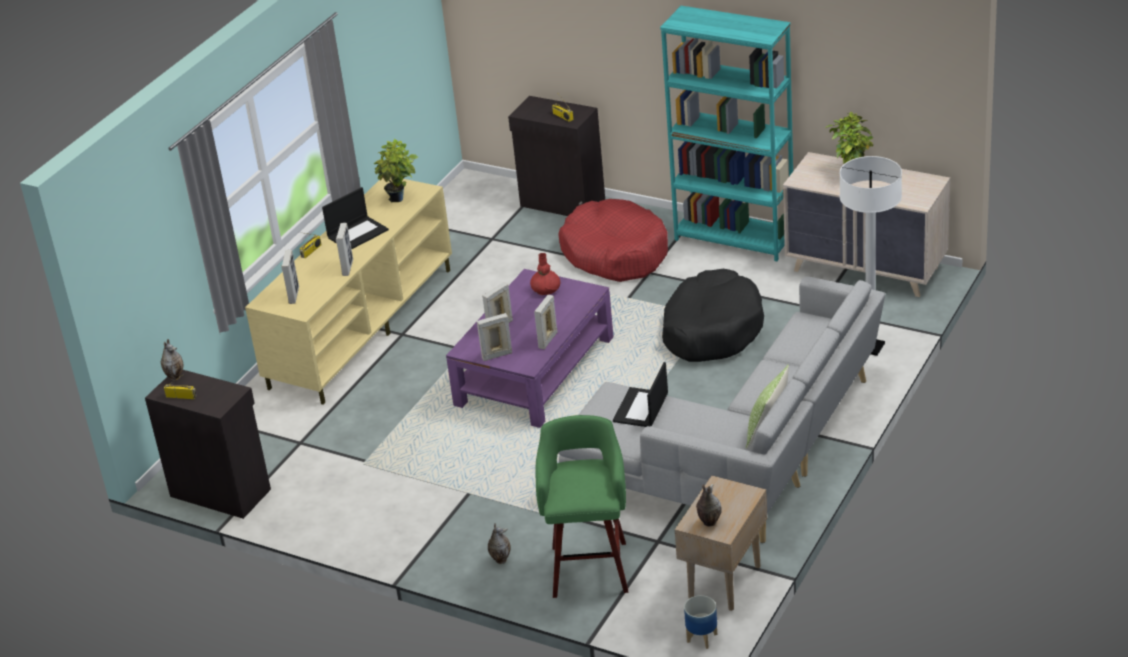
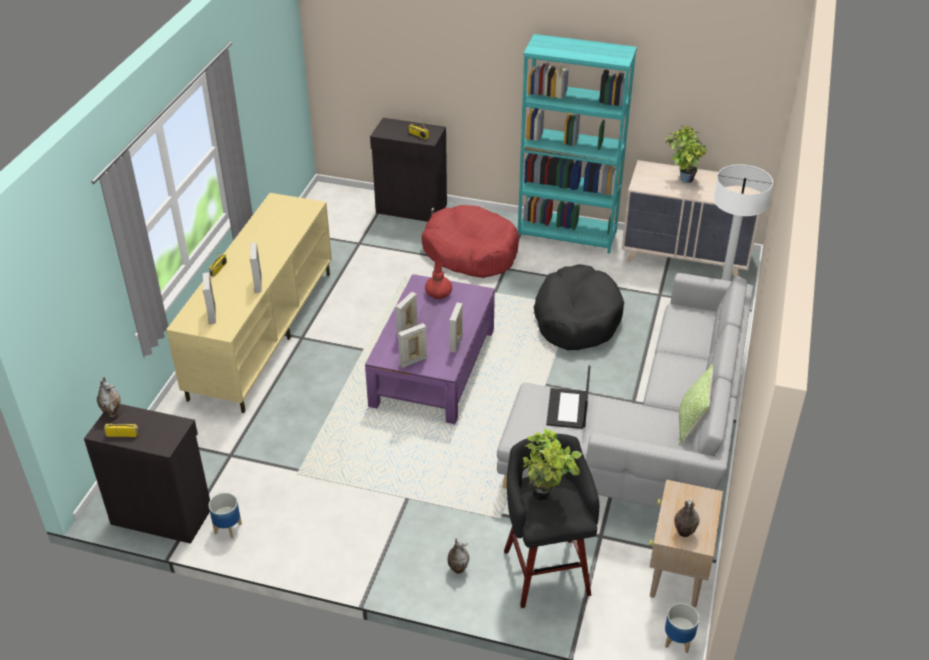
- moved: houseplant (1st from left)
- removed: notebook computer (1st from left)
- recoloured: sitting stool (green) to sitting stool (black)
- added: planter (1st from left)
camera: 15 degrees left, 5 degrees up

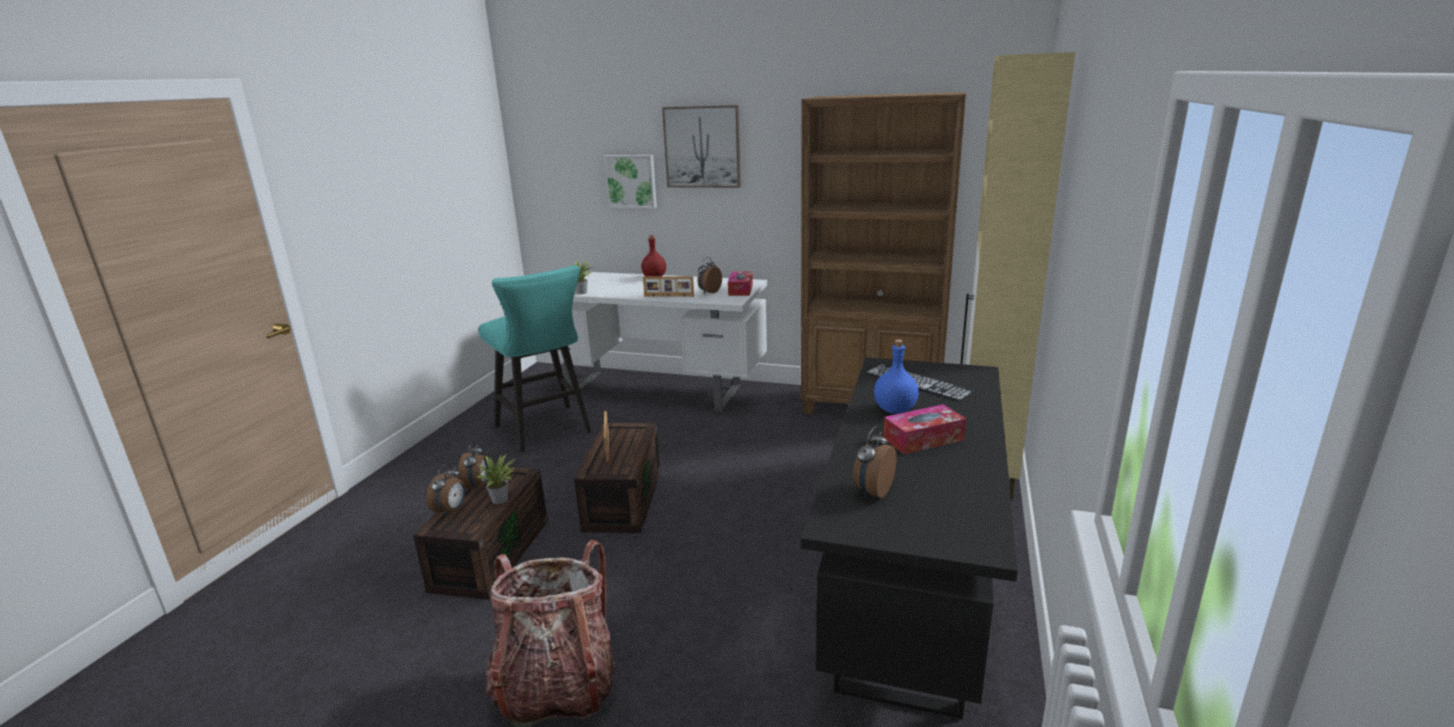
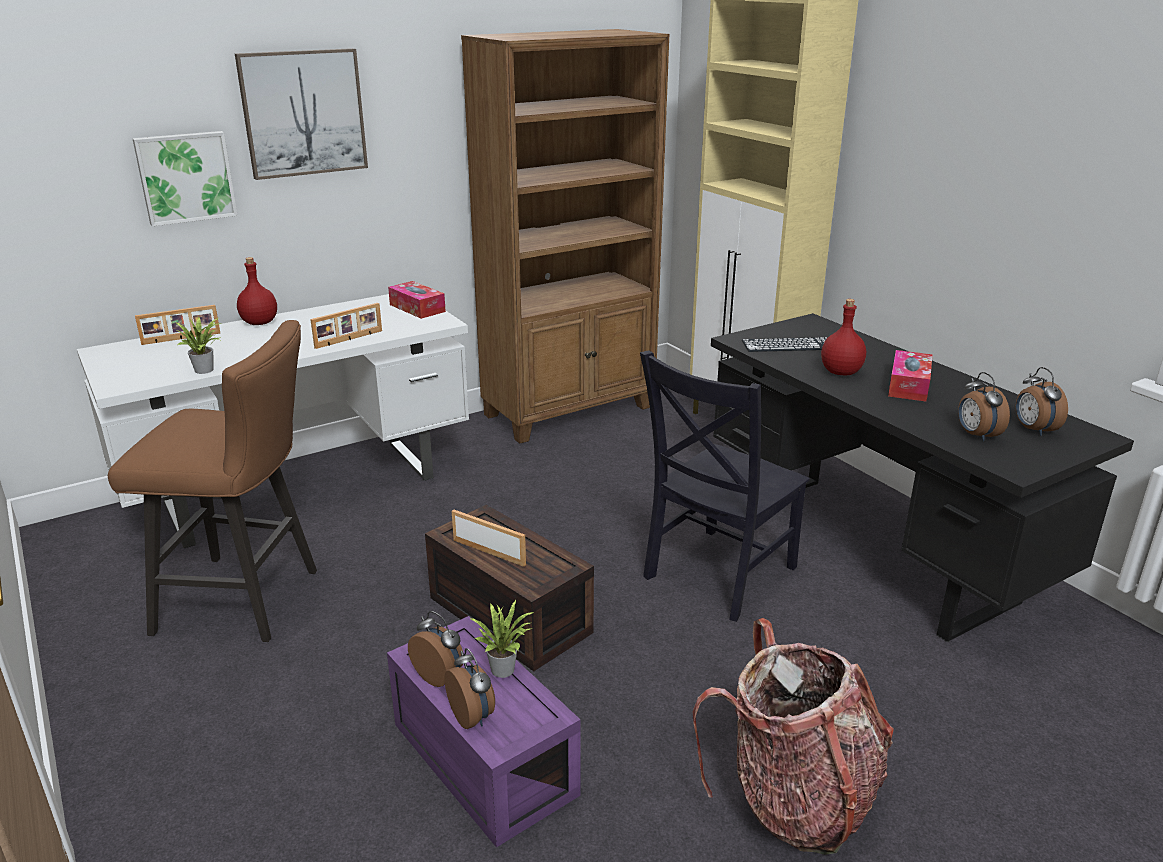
- moved: table clock (3rd from left in the first image) to table clock (4th from left)
- recoloured: sitting stool (blue-green) to sitting stool (brown-coloured)
- recoloured: bottle (blue) to bottle (reddish) (2nd from left)
- recoloured: storage bin (brown-coloured) (1st from left) to storage bin (purple-coloured)
- added: photo frame (1st from left)
- added: chair (black)
camera: 50 degrees left, 5 degrees up

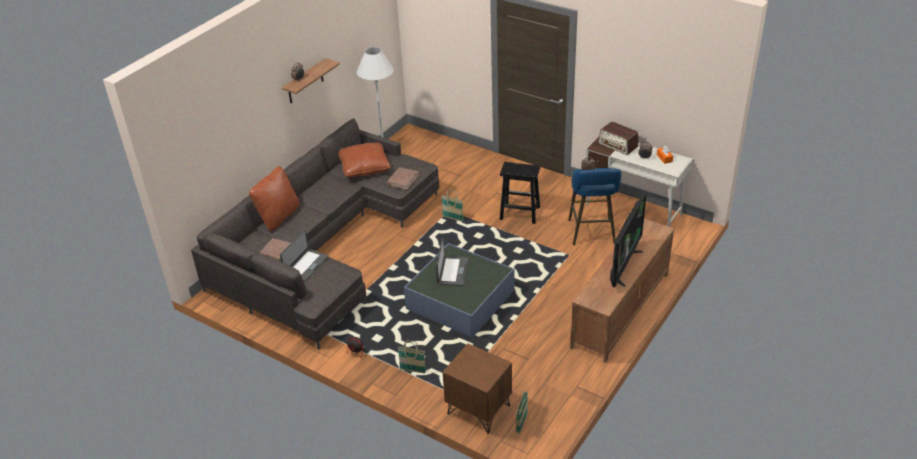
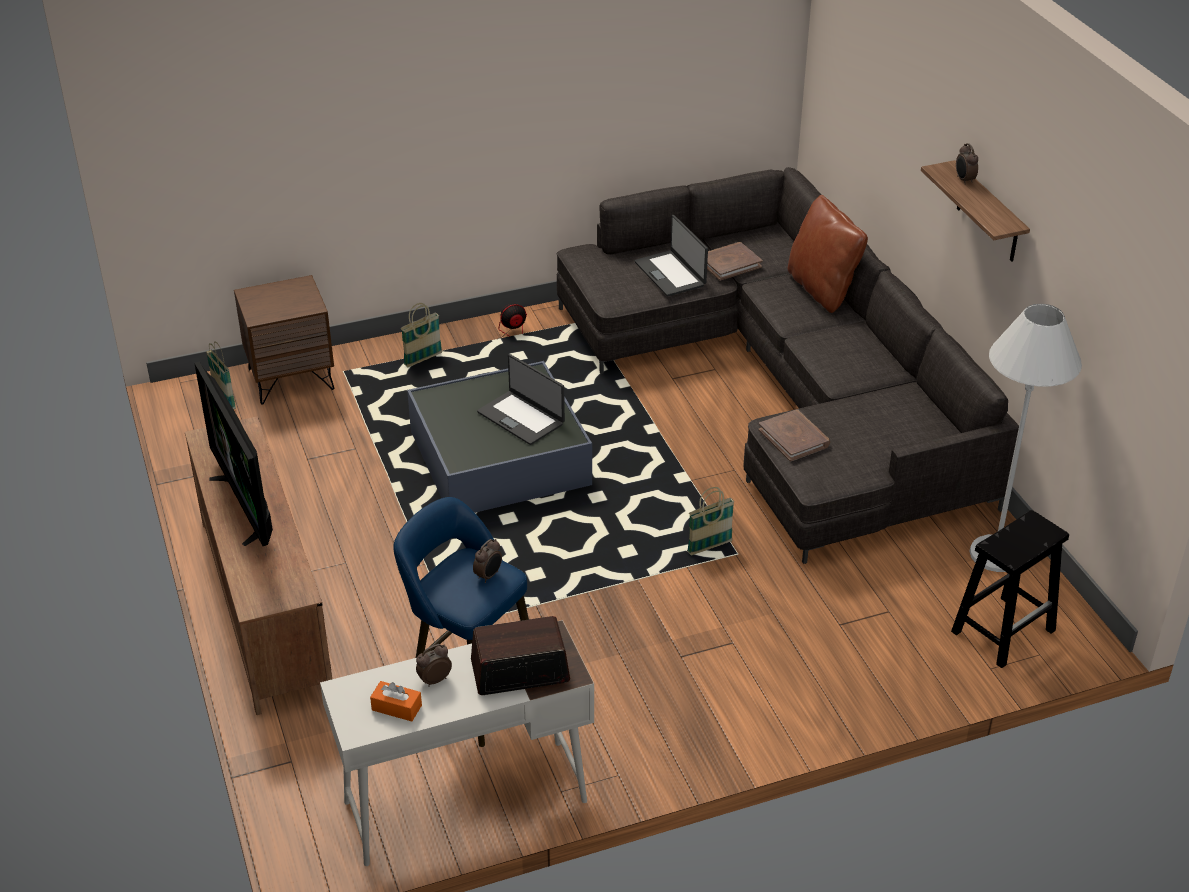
- removed: throw pillow (brown-coloured) (2nd from left)
- moved: sitting stool (black)
camera: 125 degrees right, 0 degrees up

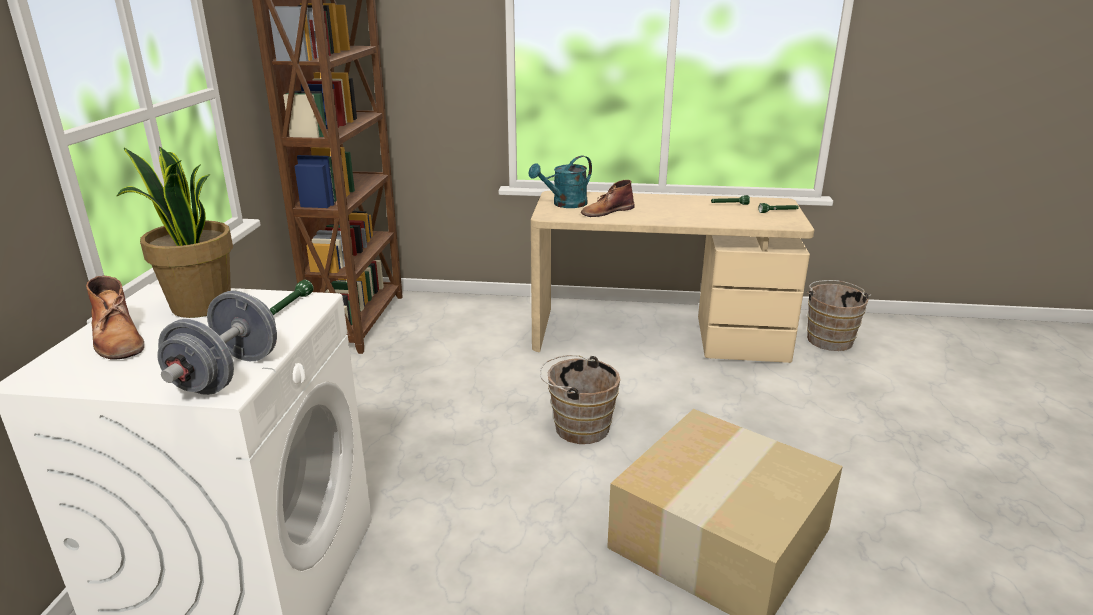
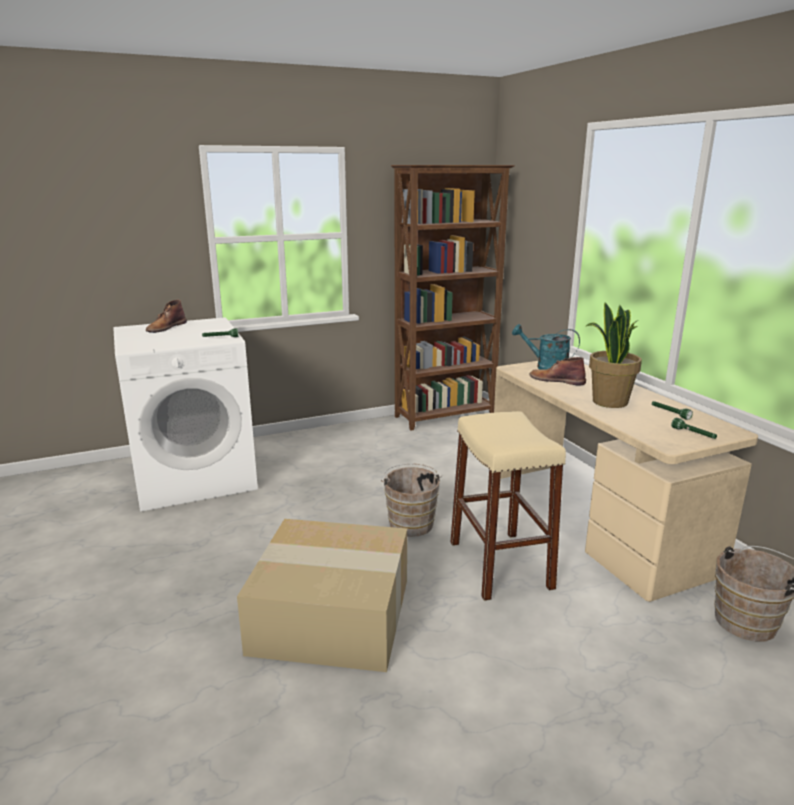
- moved: houseplant
- removed: dumbbell (gray)
- added: sitting stool (beige)
camera: 60 degrees right, 5 degrees down

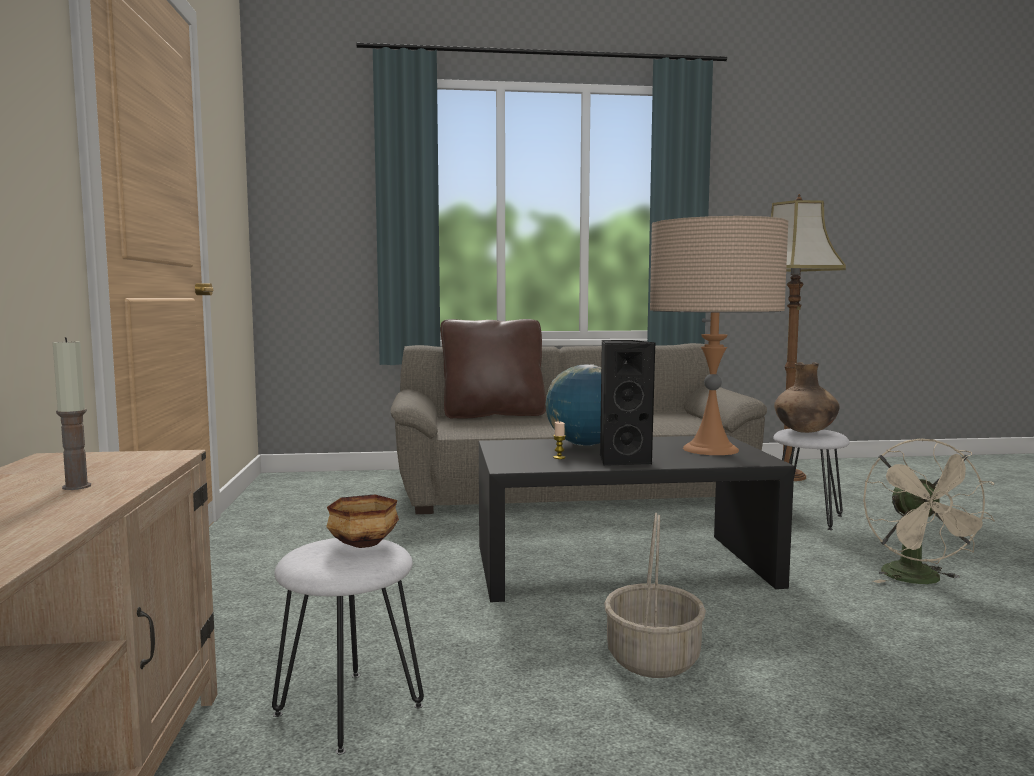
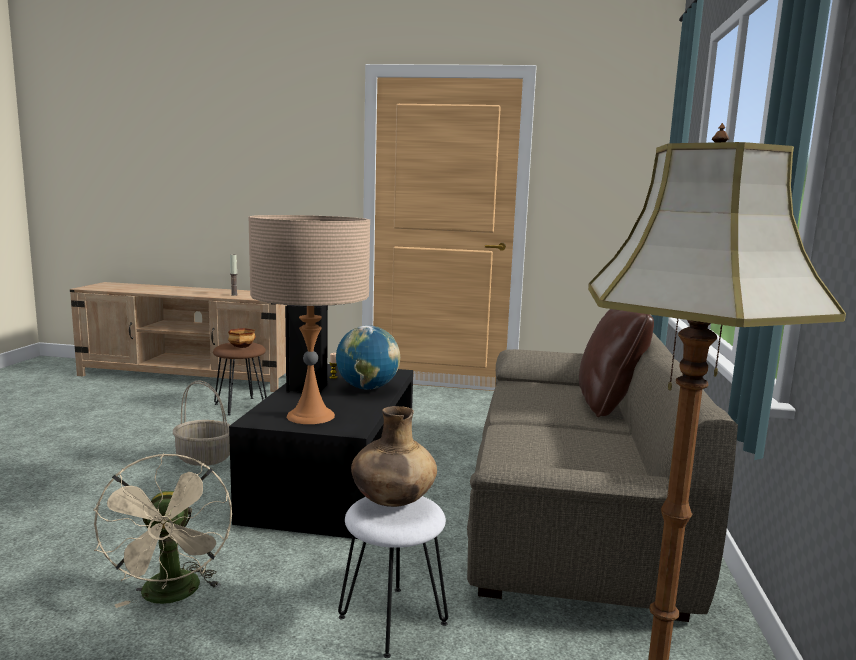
- turned: electric fan (beige) 120 degrees counterclockwise
- recoloured: sitting stool (white-coloured) (1st from left) to sitting stool (brown-coloured)
camera: 105 degrees right, 5 degrees up

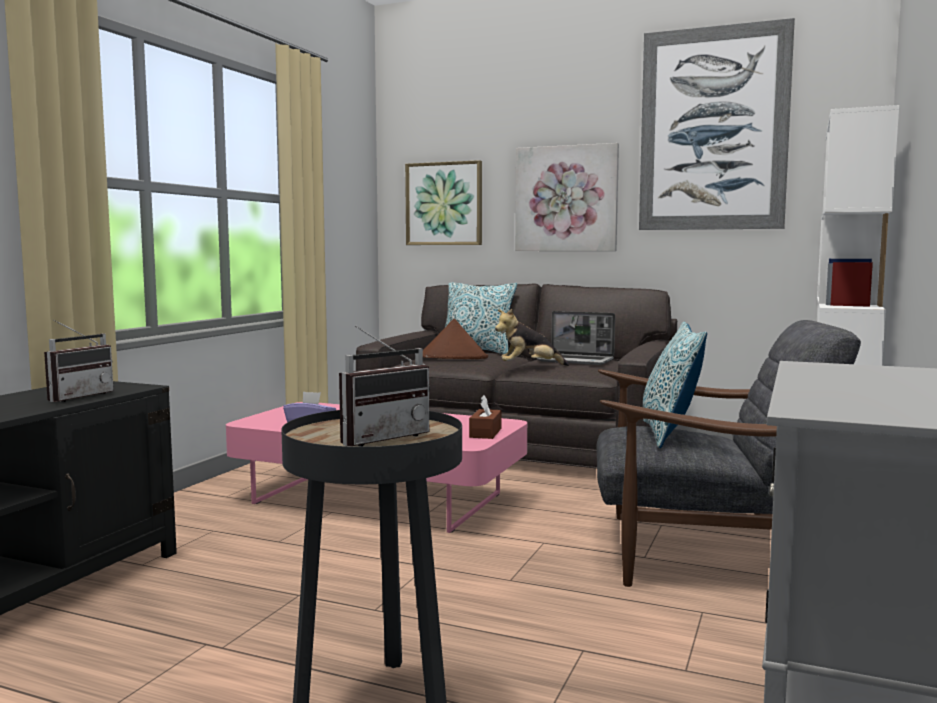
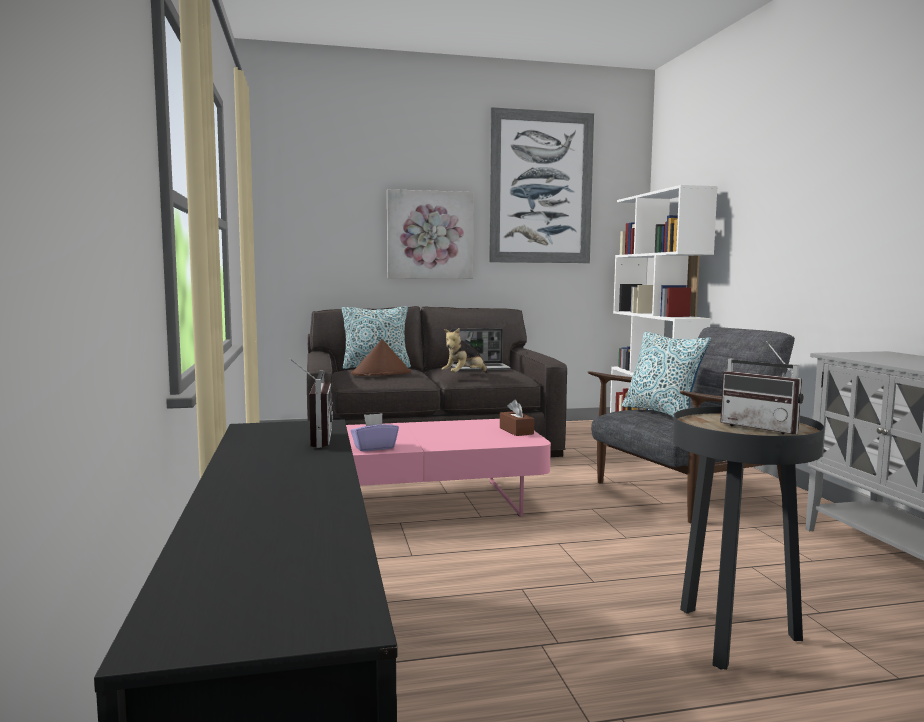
- removed: picture (1st from left)
- turned: radio receiver (2nd from left) 120 degrees clockwise
camera: 35 degrees left, 0 degrees up

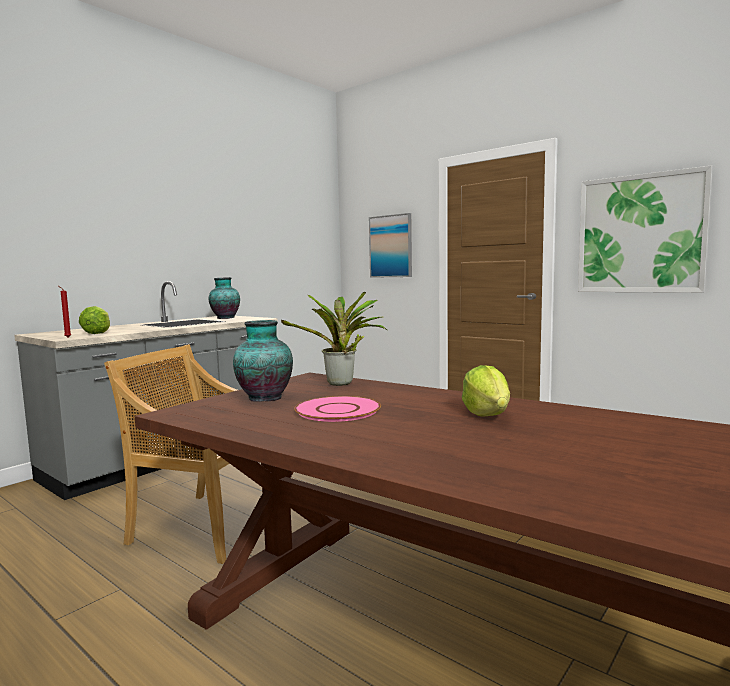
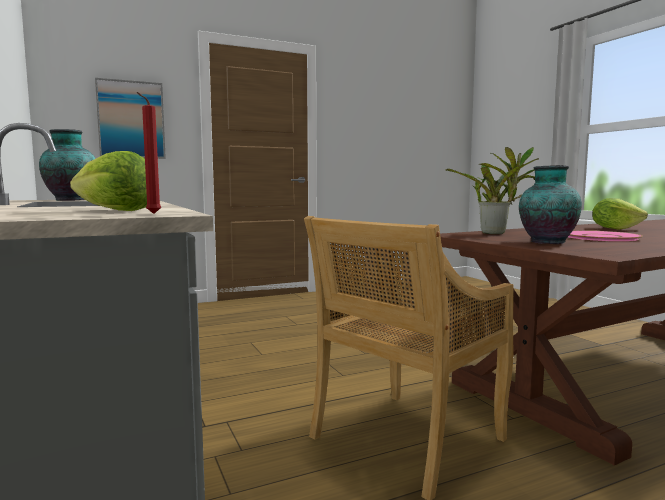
- removed: picture (2nd from left)
camera: 65 degrees left, 0 degrees up

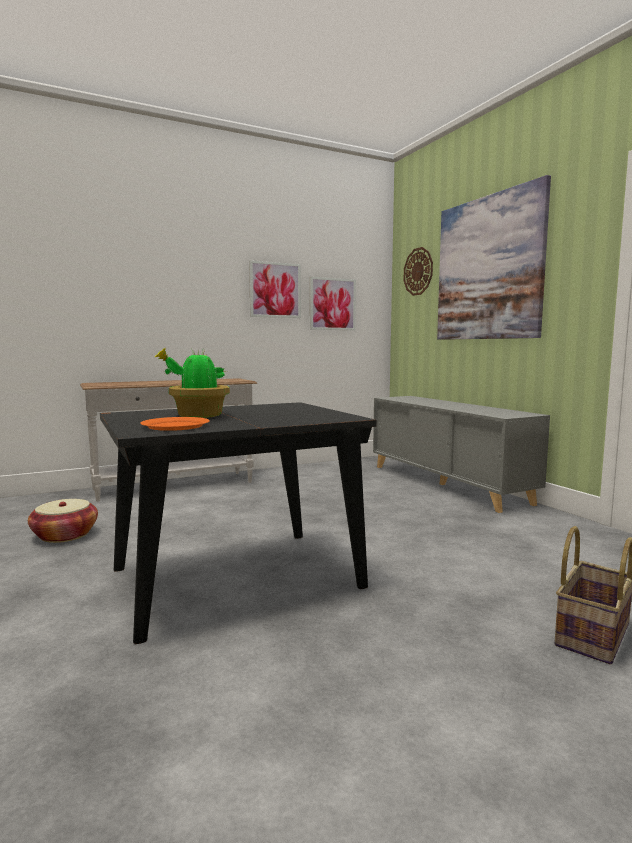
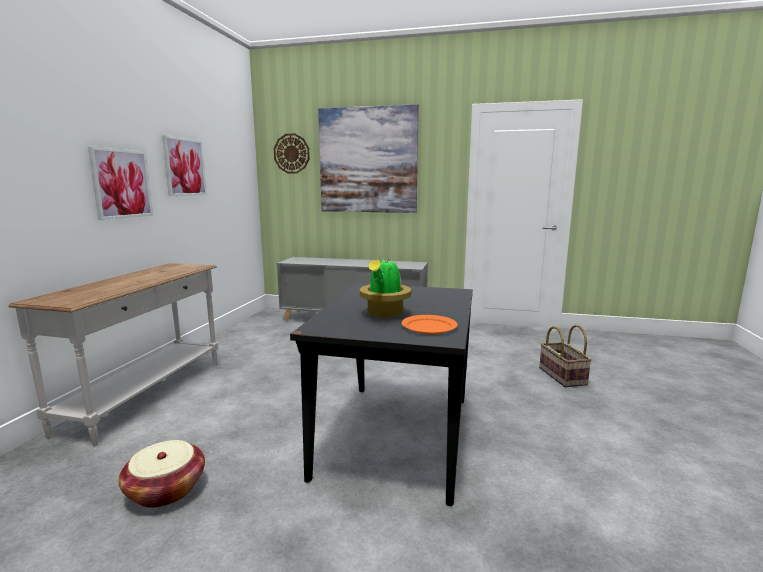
- moved: picture (2nd from left in the first image) to picture (1st from left)
camera: 50 degrees left, 5 degrees up

